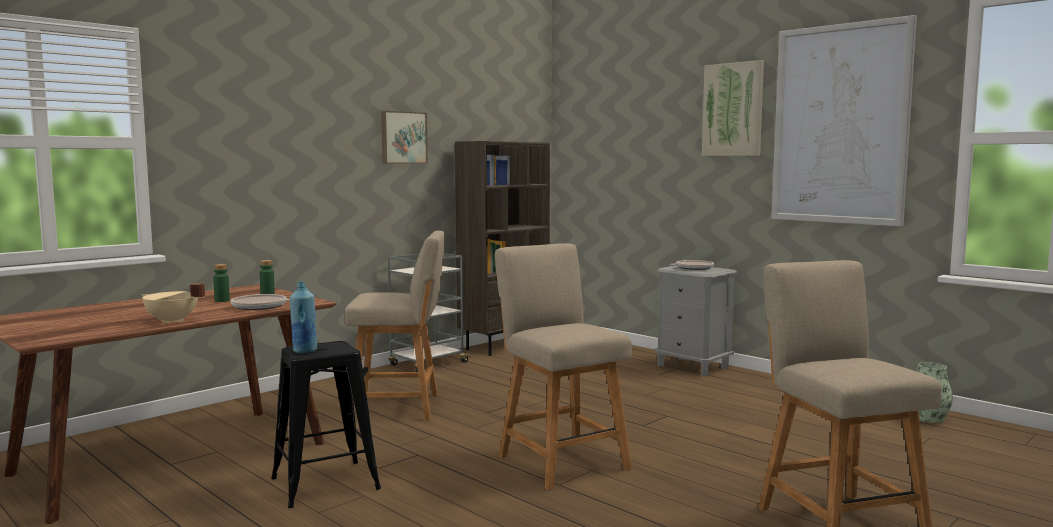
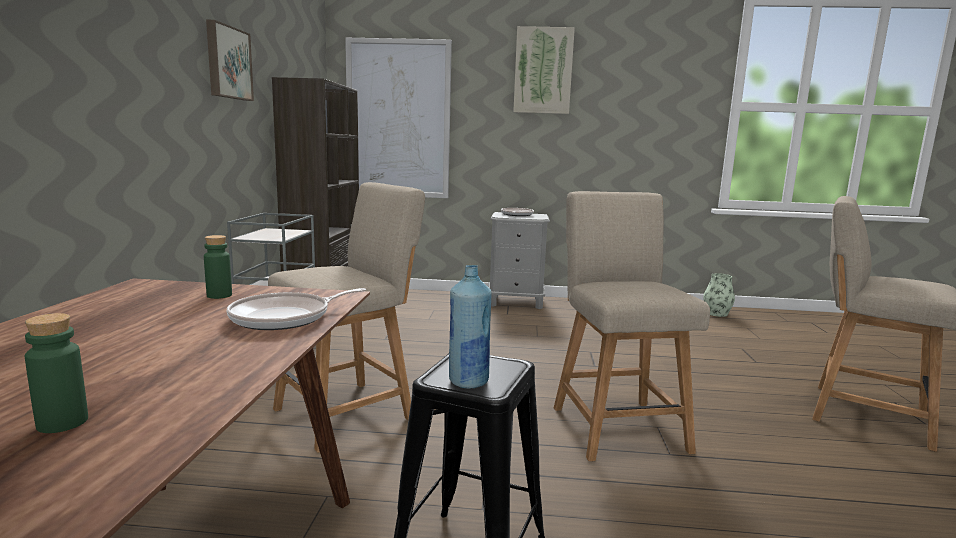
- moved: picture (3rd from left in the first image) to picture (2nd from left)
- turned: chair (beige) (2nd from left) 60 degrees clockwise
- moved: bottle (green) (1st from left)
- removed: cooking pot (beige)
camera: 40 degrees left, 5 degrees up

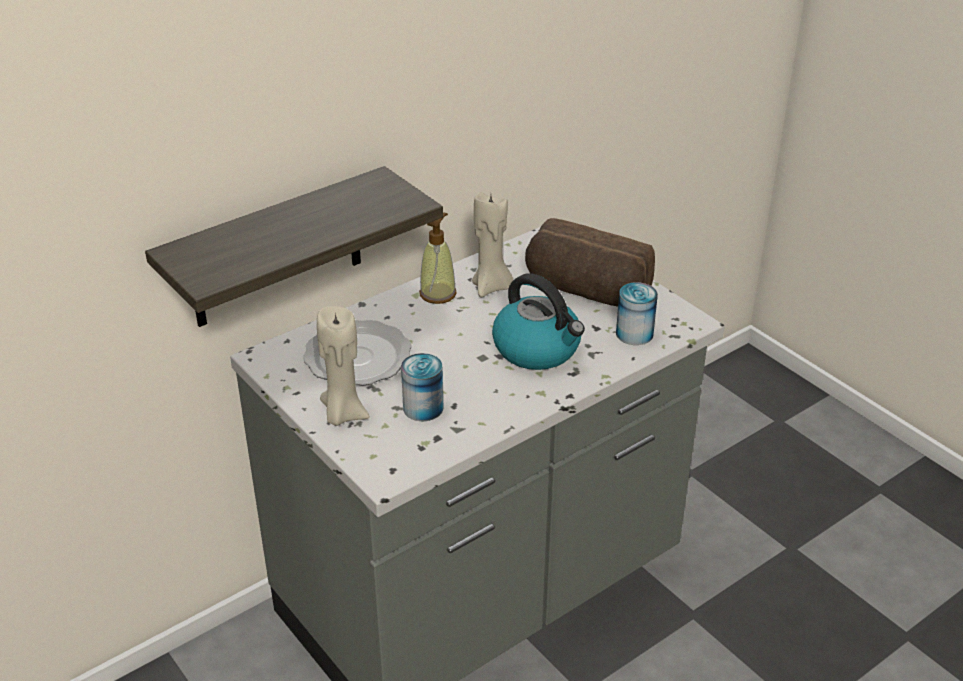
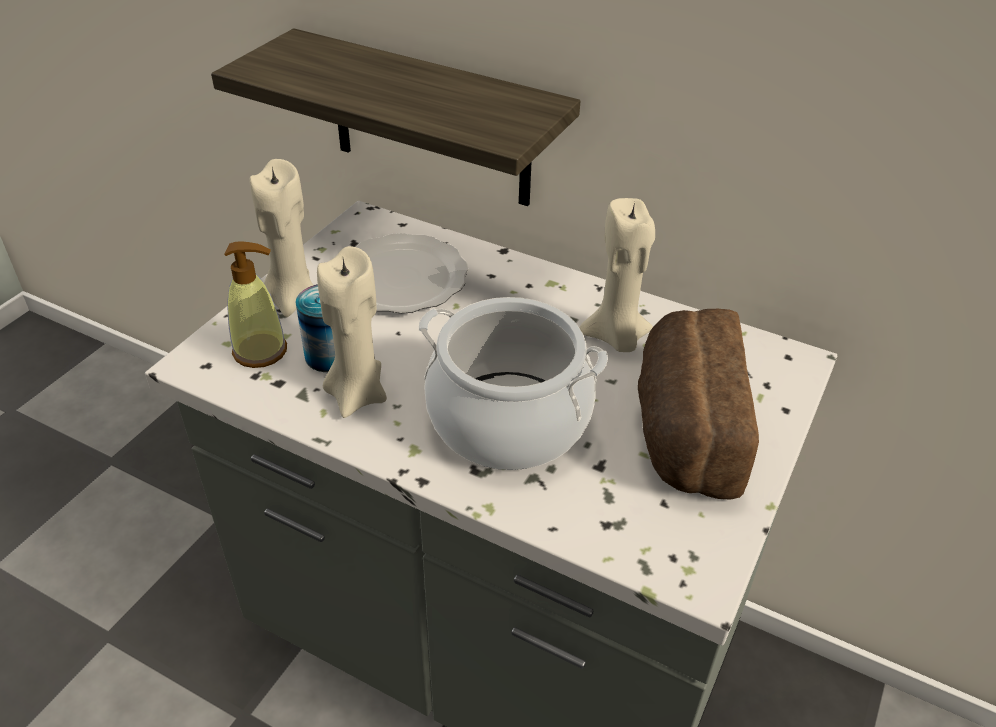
- moved: liquid soap bottle
- replaced: water kettle to cooking pot
- removed: metal can (2nd from left)
- added: wax light (beige) (2nd from left)
camera: 65 degrees right, 5 degrees up

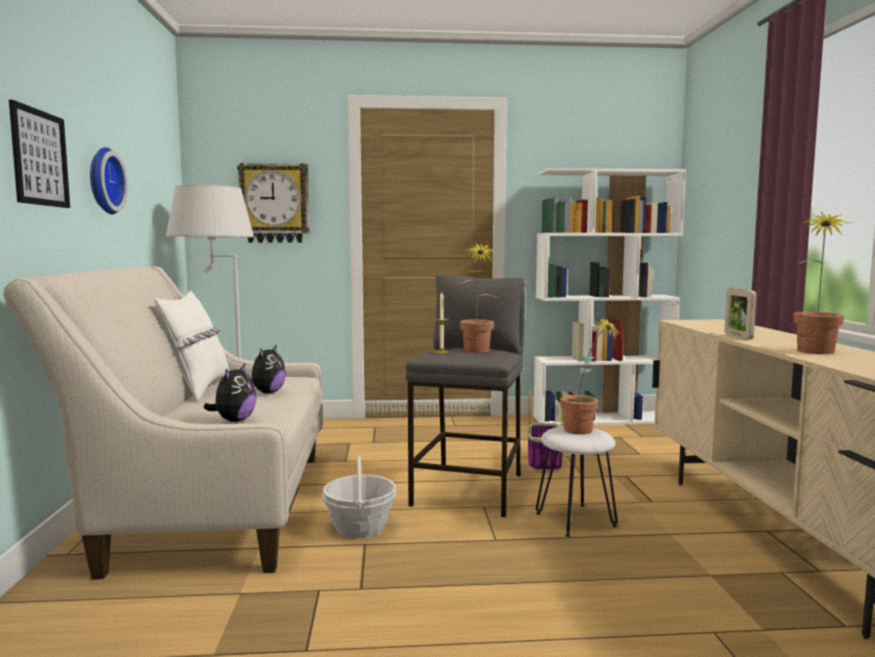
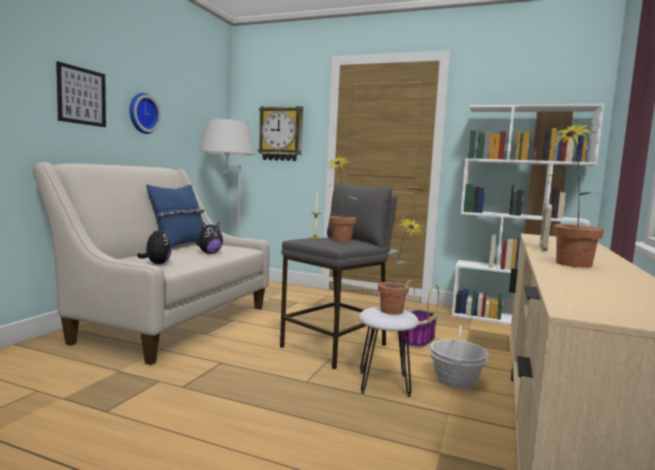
- recoloured: throw pillow (white-coloured) to throw pillow (blue)
- turned: plush toy (1st from left) 60 degrees counterclockwise
- moved: storage basket (1st from left in the first image) to storage basket (2nd from left)
camera: 25 degrees right, 0 degrees up

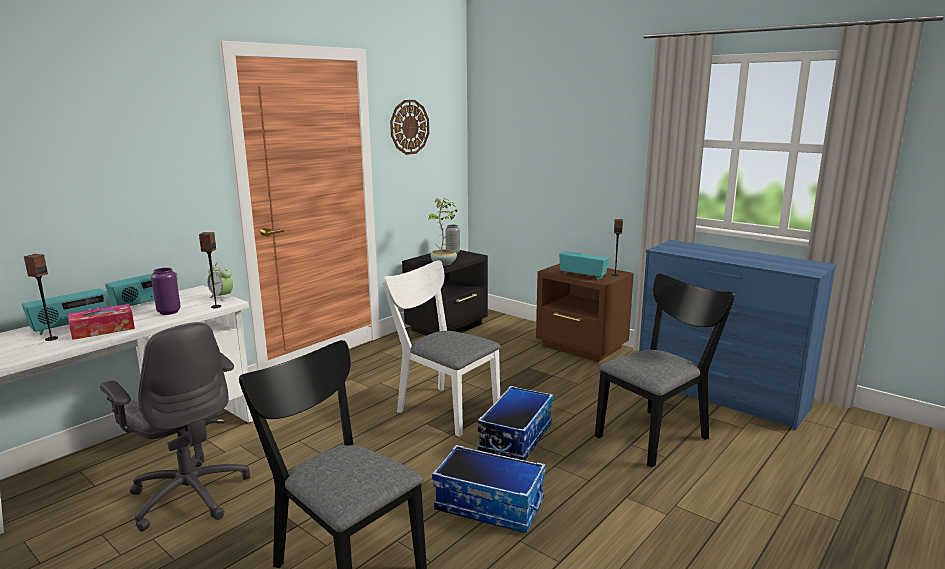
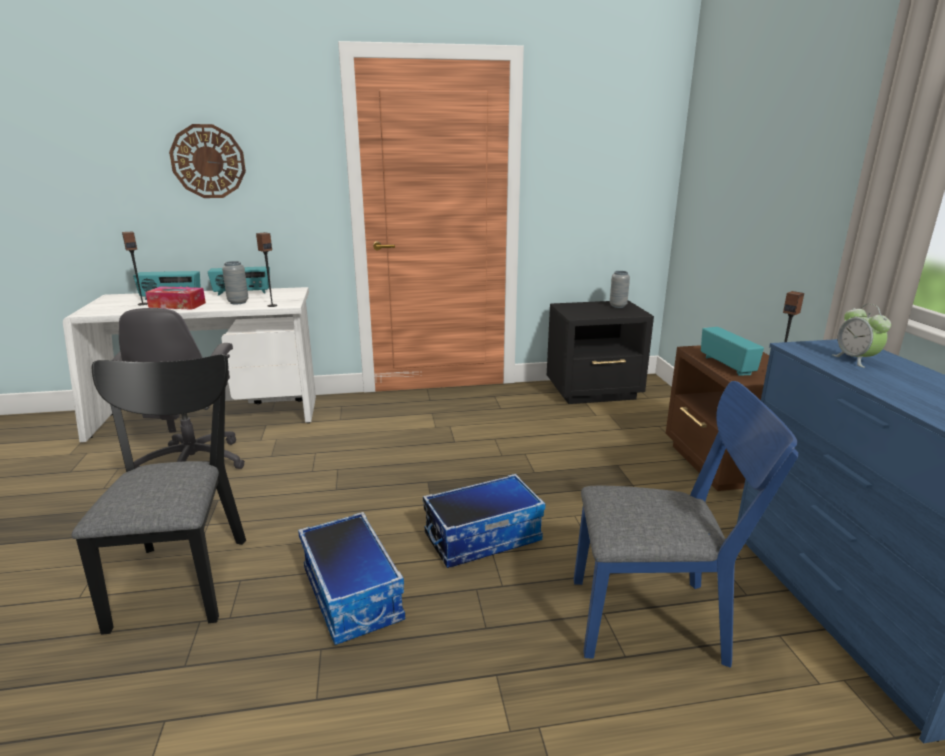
- moved: clock on the wall
- removed: houseplant
- removed: chair (white-coloured)
- moved: table clock
- recoloured: decorative vase (purple-coloured) to decorative vase (gray) (1st from left)
- recoloured: chair (black) (2nd from left) to chair (blue)
camera: 40 degrees right, 5 degrees up

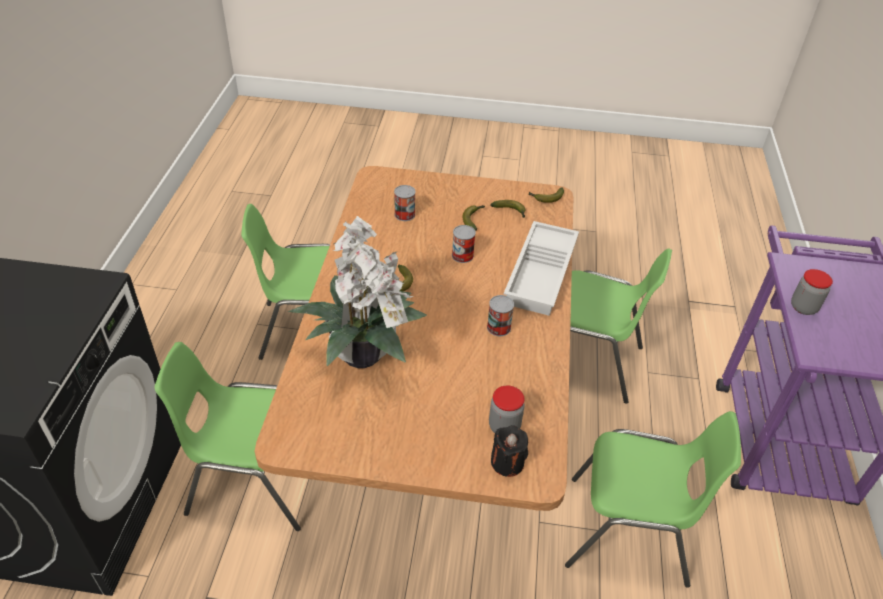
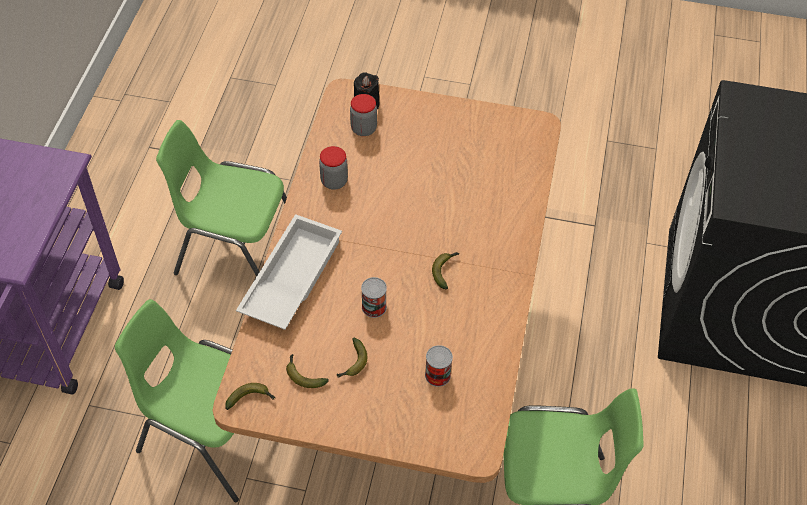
- removed: houseplant
- moved: jar (2nd from left in the first image) to jar (1st from left)
- removed: metal can (3rd from left)
- removed: chair (green) (1st from left)
camera: 175 degrees left, 10 degrees up

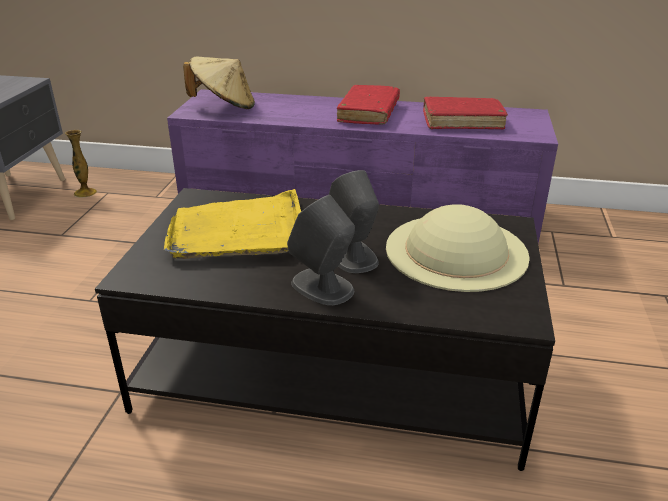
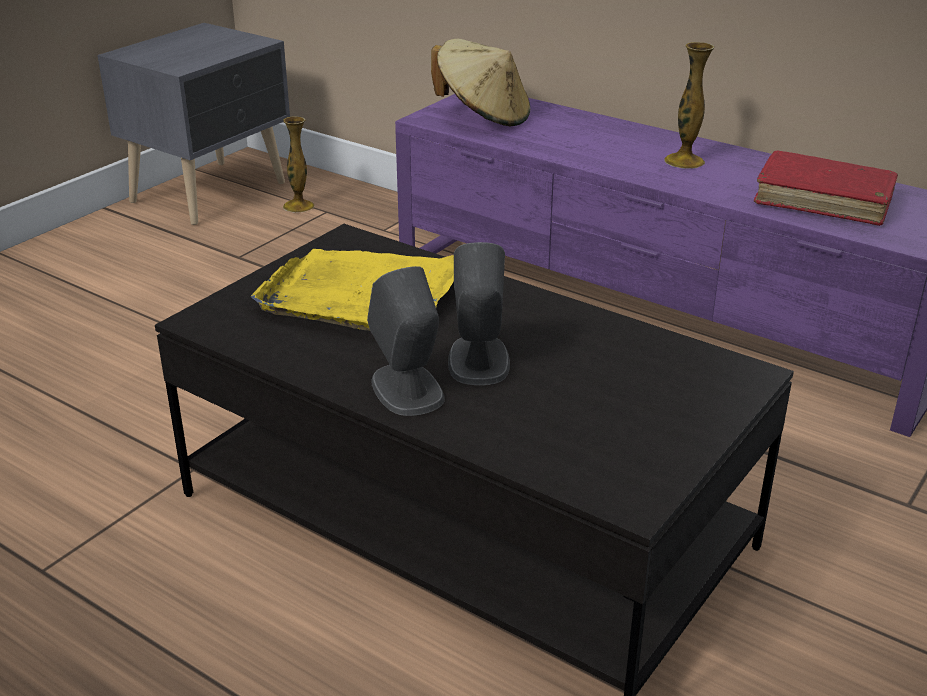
- replaced: bound book (reddish) (1st from left) to decorative vase (2nd from left)
- removed: wearable hat (beige) (2nd from left)
camera: 25 degrees right, 0 degrees up

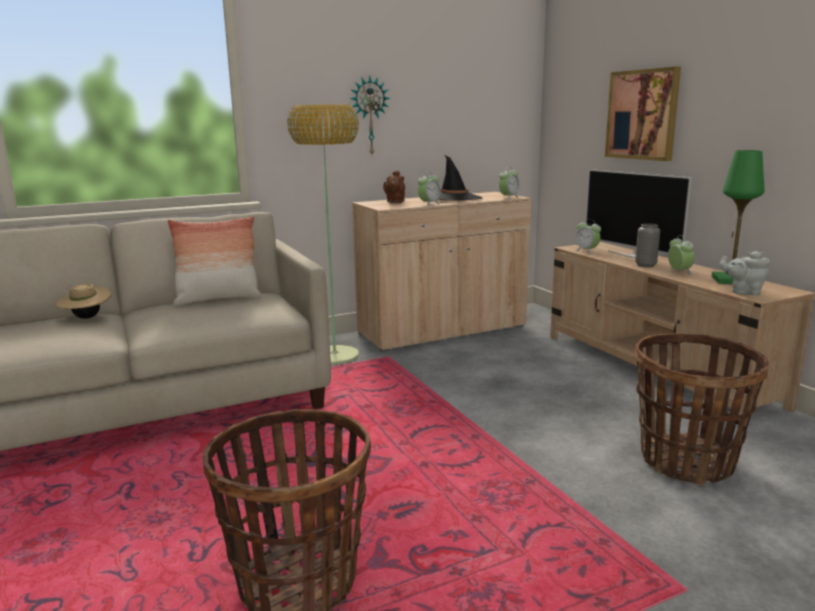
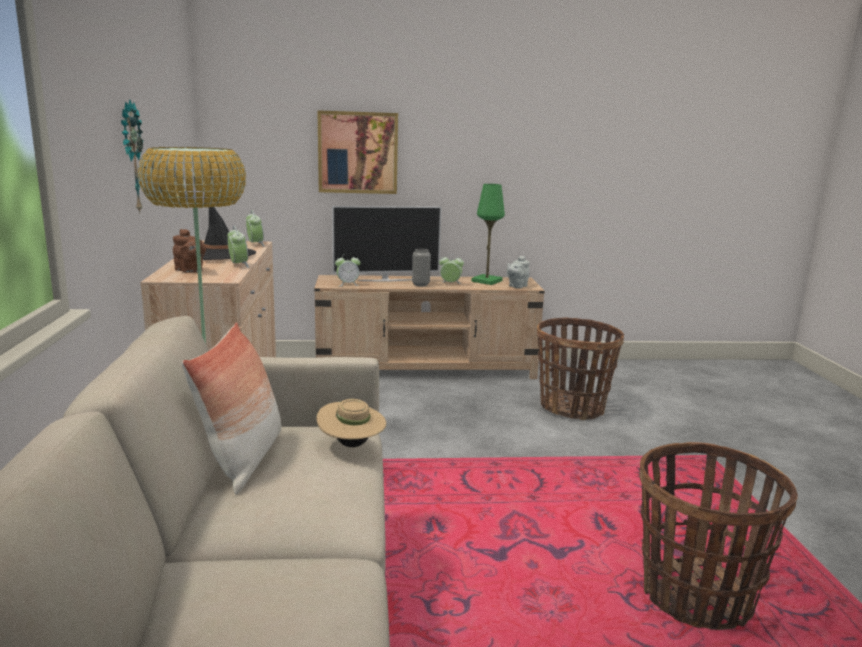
- moved: wearable hat (beige)
camera: 70 degrees left, 0 degrees up

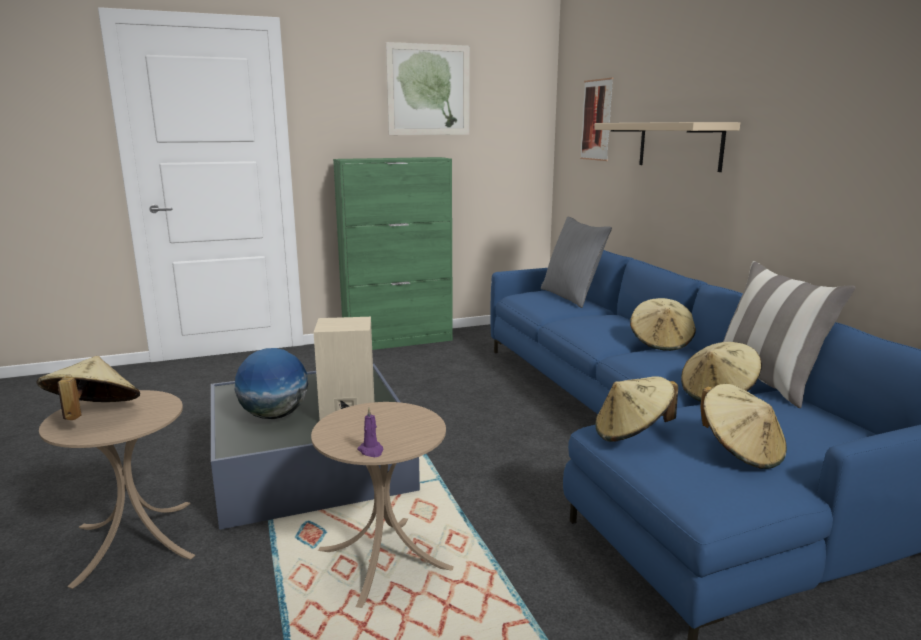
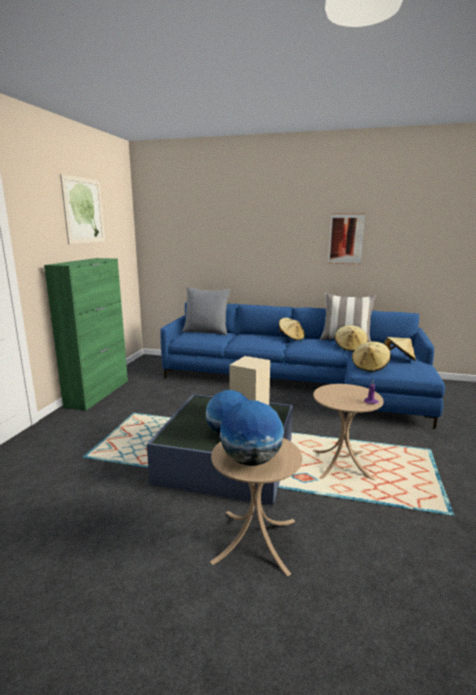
- moved: picture (2nd from left)
- removed: wall shelf (beige)
- replaced: wearable hat (beige) (1st from left) to desk globe (2nd from left)
camera: 55 degrees left, 0 degrees up

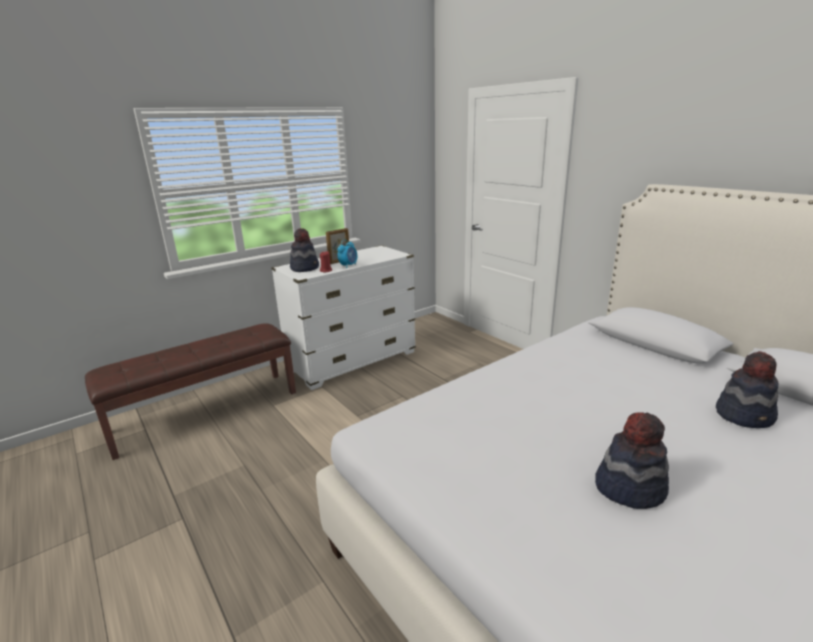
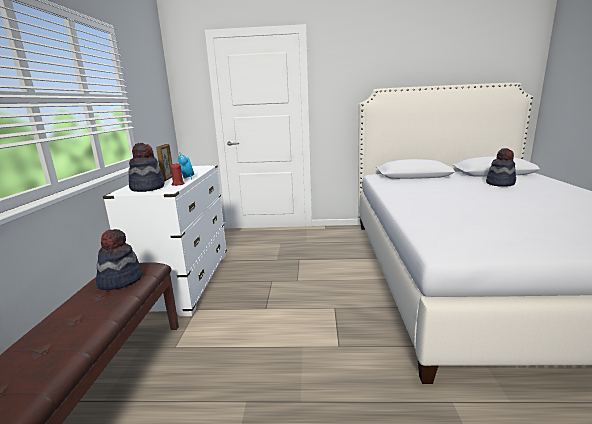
- moved: wearable hat (2nd from left in the first image) to wearable hat (1st from left)
camera: 50 degrees left, 5 degrees down

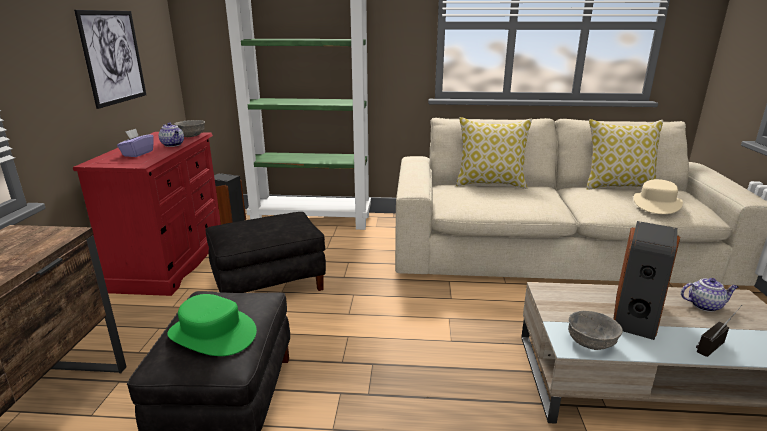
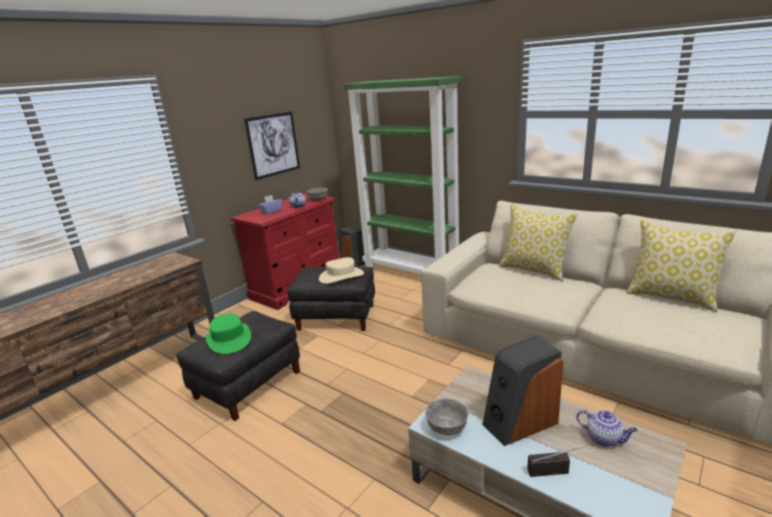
- moved: wearable hat (beige)
camera: 35 degrees right, 0 degrees up

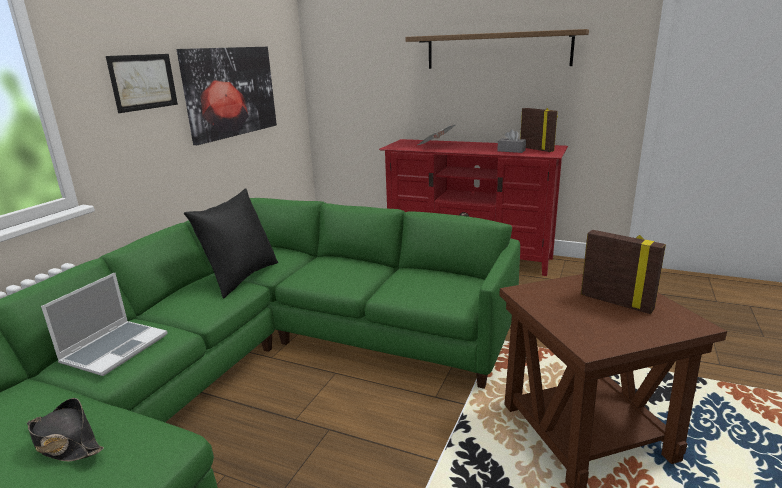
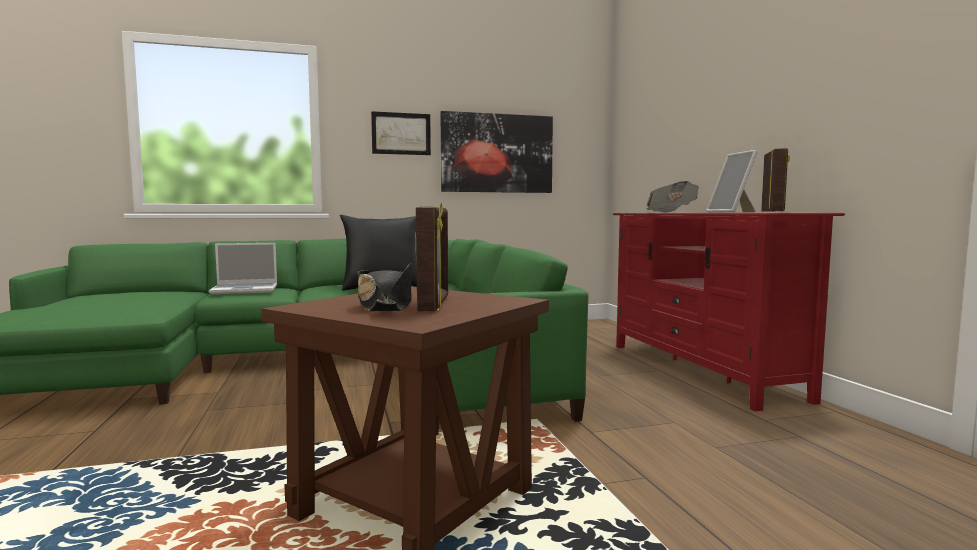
- removed: wall shelf
- replaced: box of tissues (gray) to photo frame (2nd from left)
- moved: wearable hat (black)
camera: 50 degrees right, 15 degrees down

